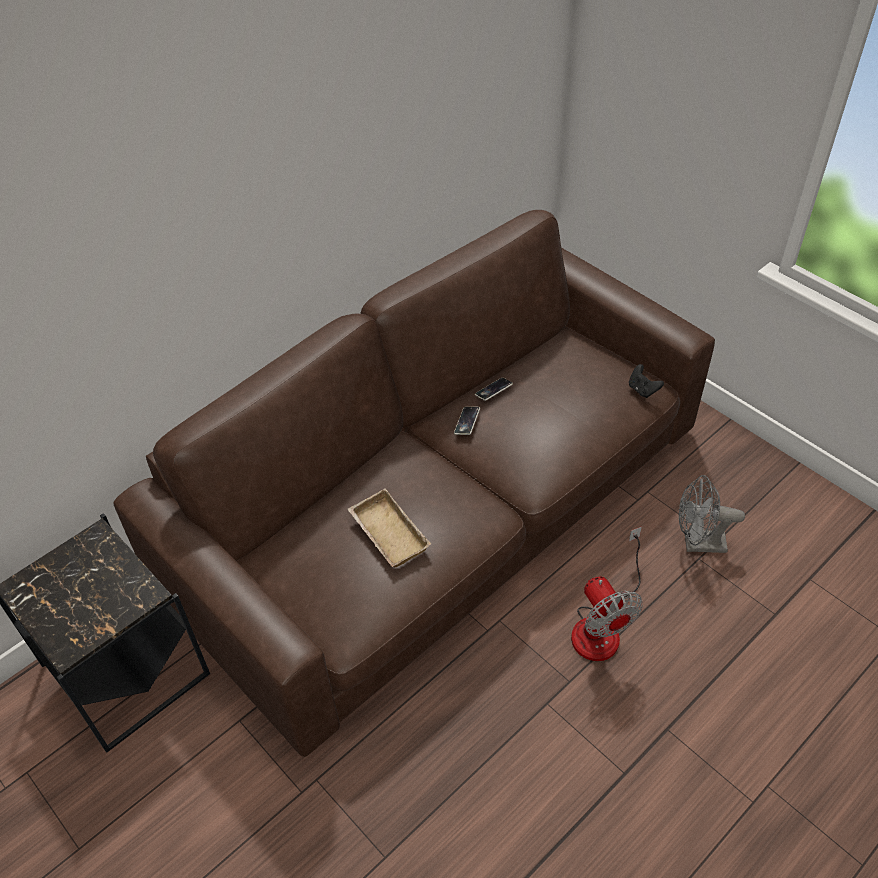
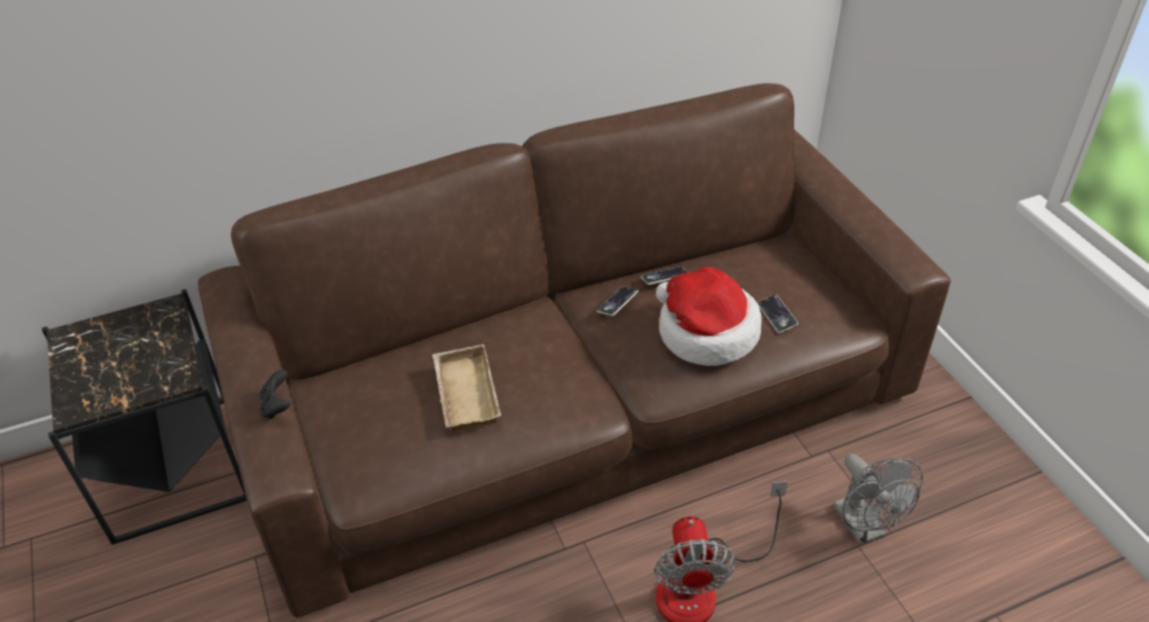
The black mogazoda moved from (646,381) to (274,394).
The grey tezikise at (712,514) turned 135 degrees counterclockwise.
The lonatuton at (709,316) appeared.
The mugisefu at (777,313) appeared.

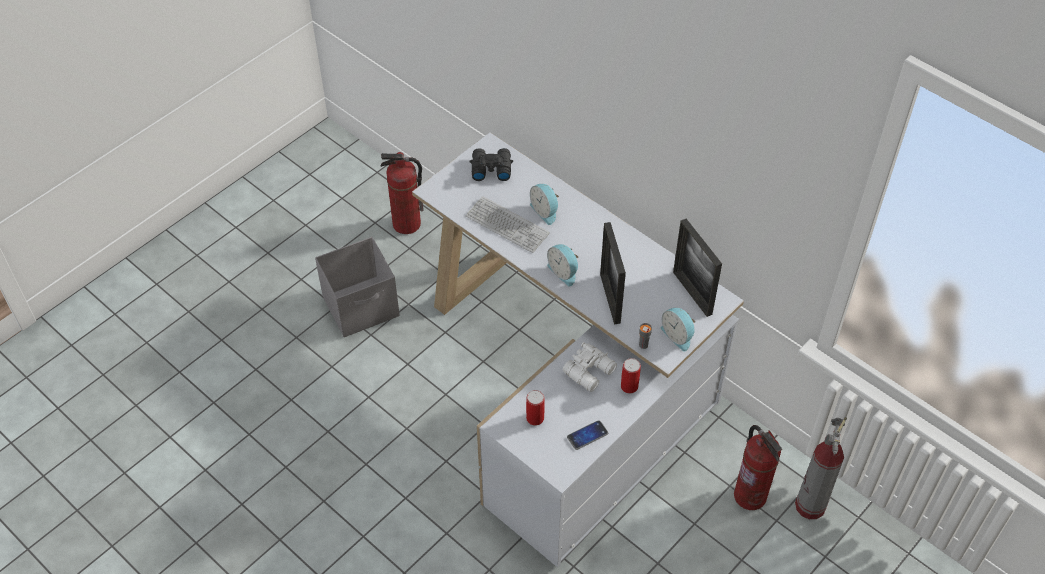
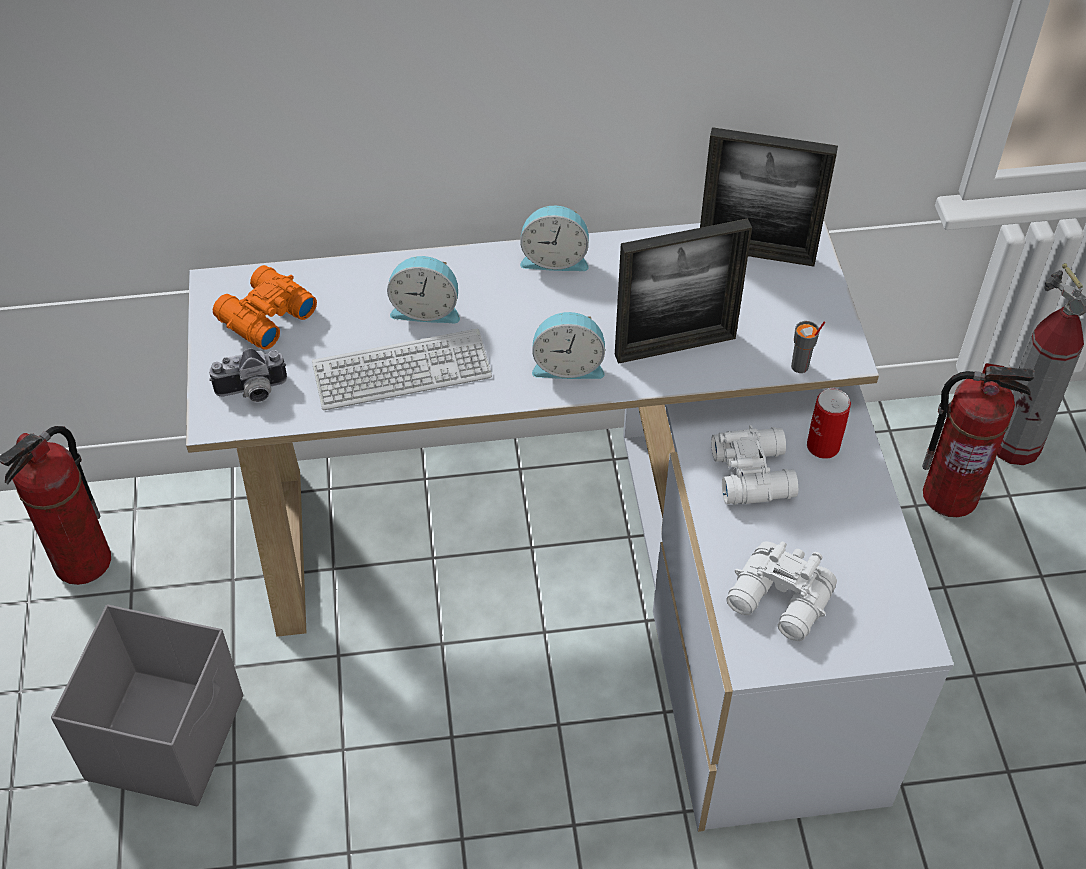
The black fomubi at (491,164) became the orange fomubi at (265,307).
The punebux at (613,273) turned 45 degrees counterclockwise.
The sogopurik moved from (678,330) to (554,238).
The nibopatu at (535,408) was replaced by the white fomubi at (781,591).
The mugisefu at (587,435) disappeared.
The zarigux at (248,375) appeared.

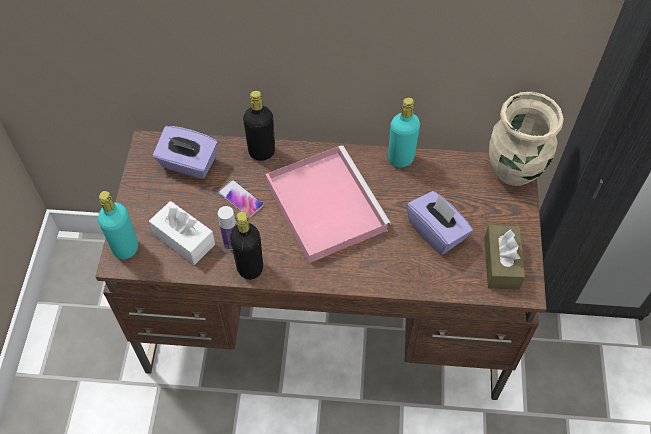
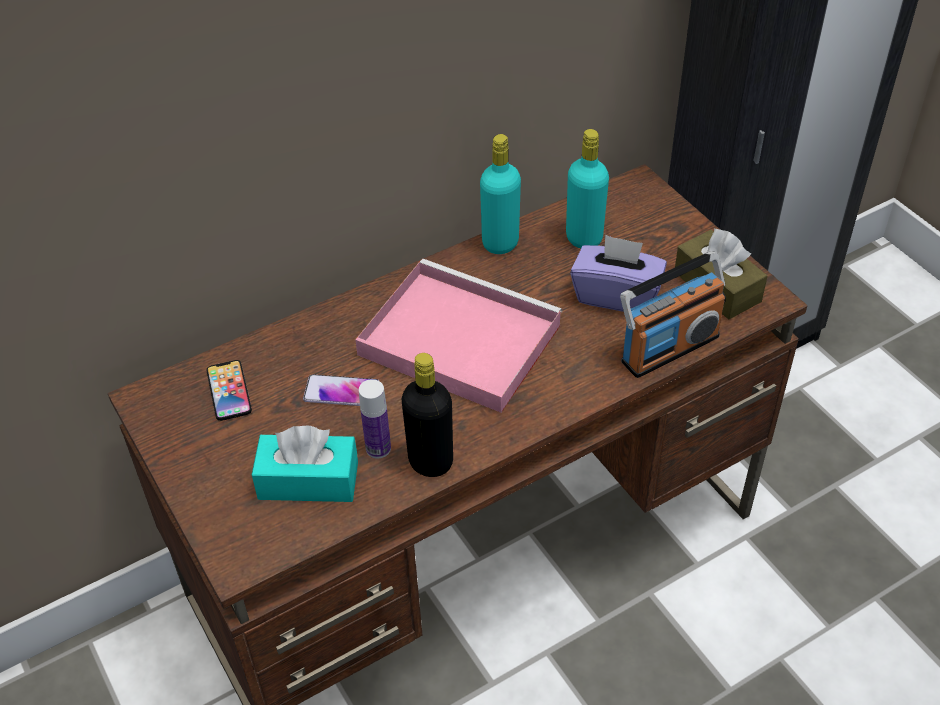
The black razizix at (259,125) disappeared.
The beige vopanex at (526,139) disappeared.
The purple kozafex at (185,152) was replaced by the mugisefu at (229,390).
The turquoise razizix moved from (118,225) to (587,188).
The white kozafex at (182,233) became the turquoise kozafex at (305,463).
The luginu at (673,314) appeared.

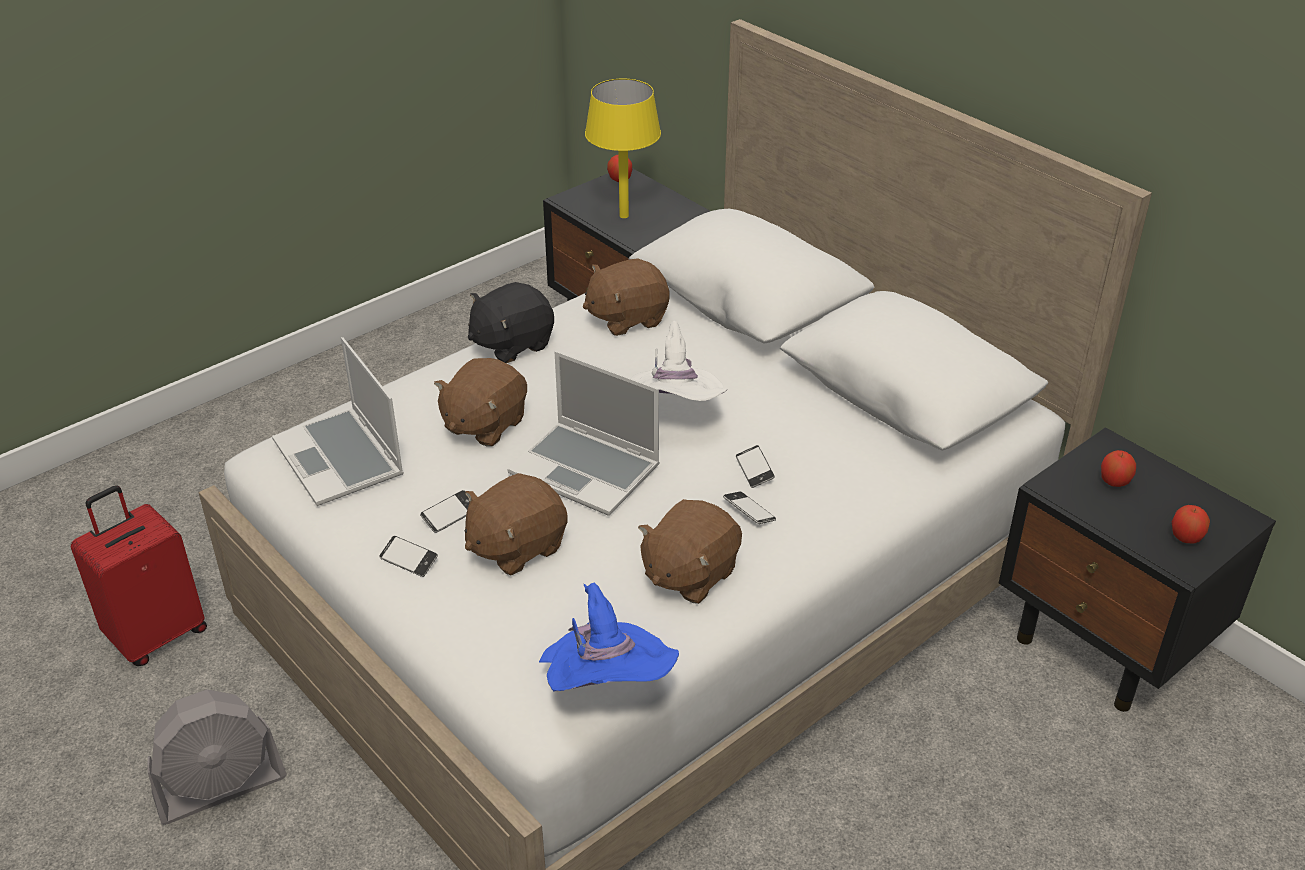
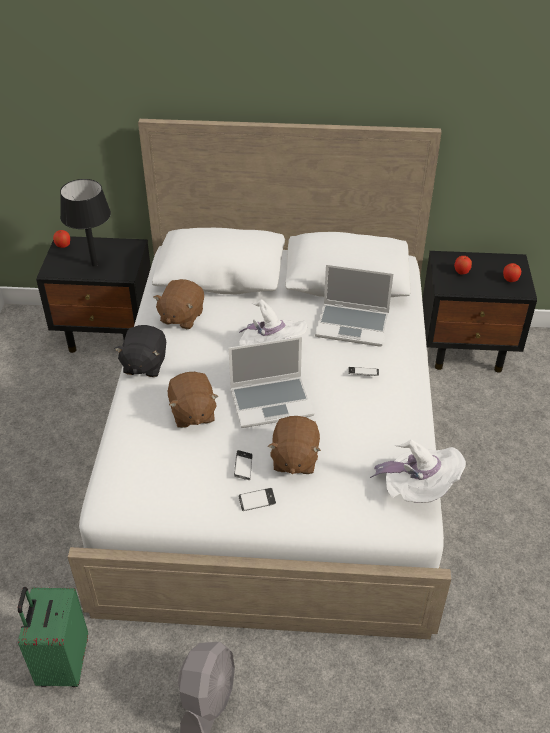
The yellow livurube at (623,148) became the black livurube at (85,223).
The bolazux moved from (338,421) to (354,305).
The mugisefu at (755,466) disappeared.
The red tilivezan at (139,575) became the green tilivezan at (53,637).
The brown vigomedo at (690,551) disappeared.
The blue lonatuton at (609,637) became the white lonatuton at (418,471).

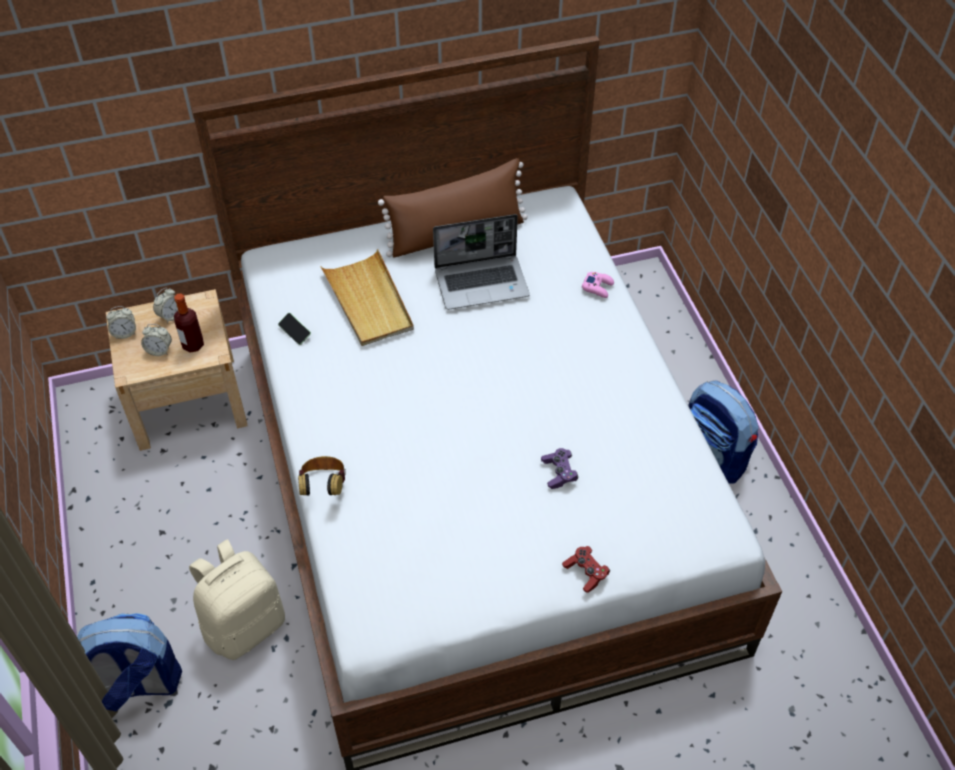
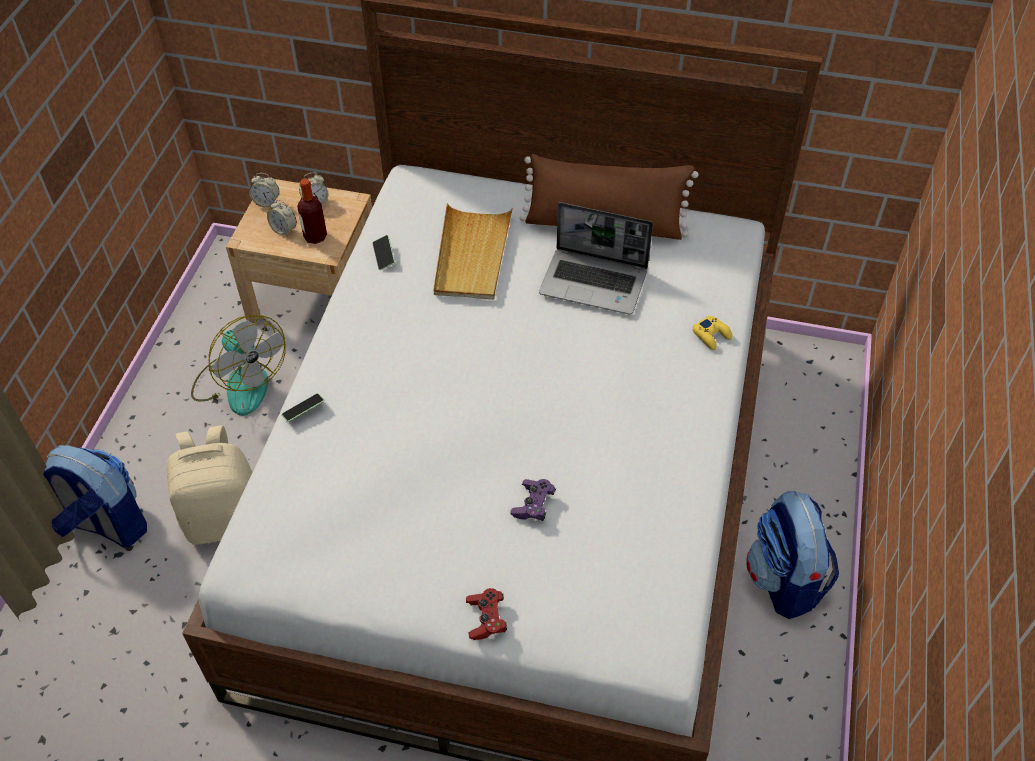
The pink mogazoda at (598,285) became the yellow mogazoda at (712,333).
The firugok at (322,476) was replaced by the mugisefu at (303,408).
The tezikise at (238,365) appeared.

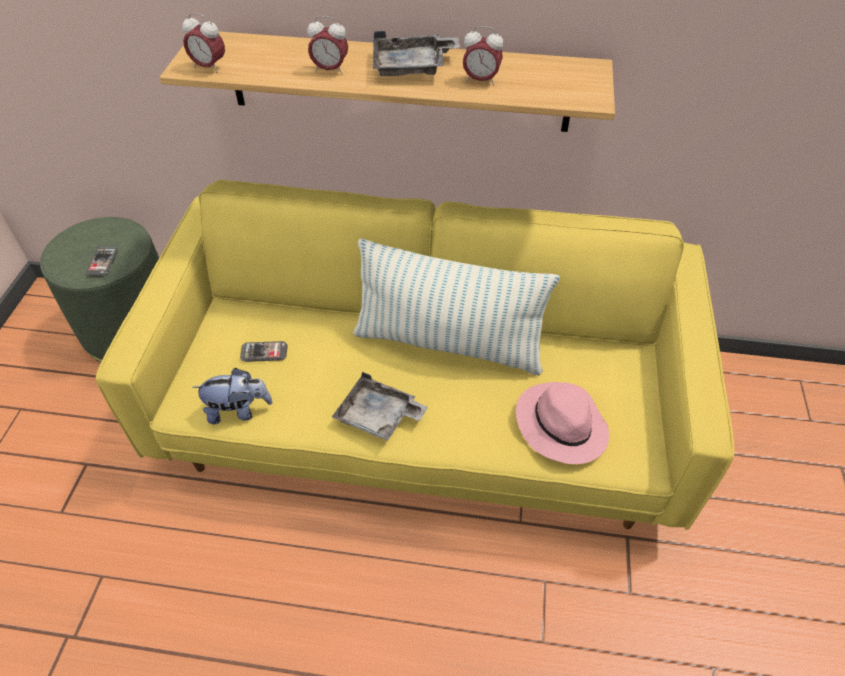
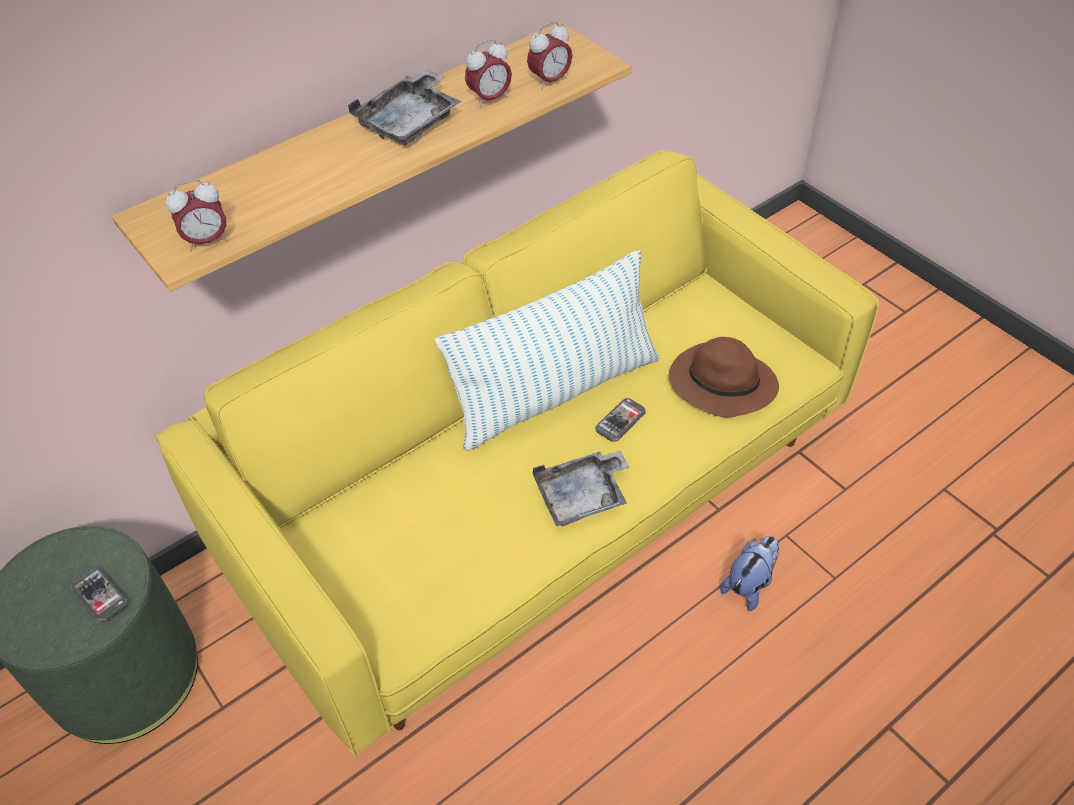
The sogopurik moved from (327,45) to (549,55).
The mugisefu moved from (263,351) to (620,420).
The vigomedo moved from (233,396) to (749,573).
The pink lonatuton at (562,423) became the brown lonatuton at (724,377).

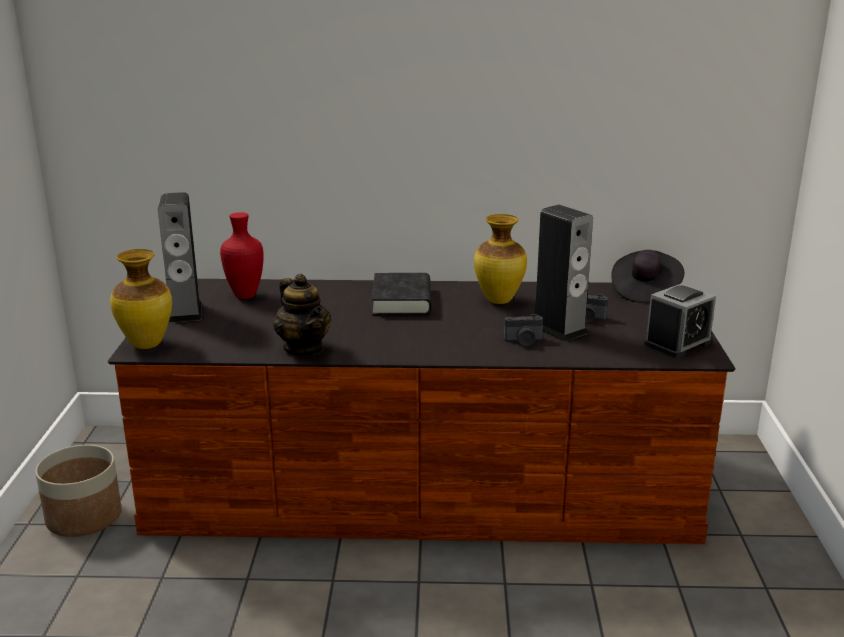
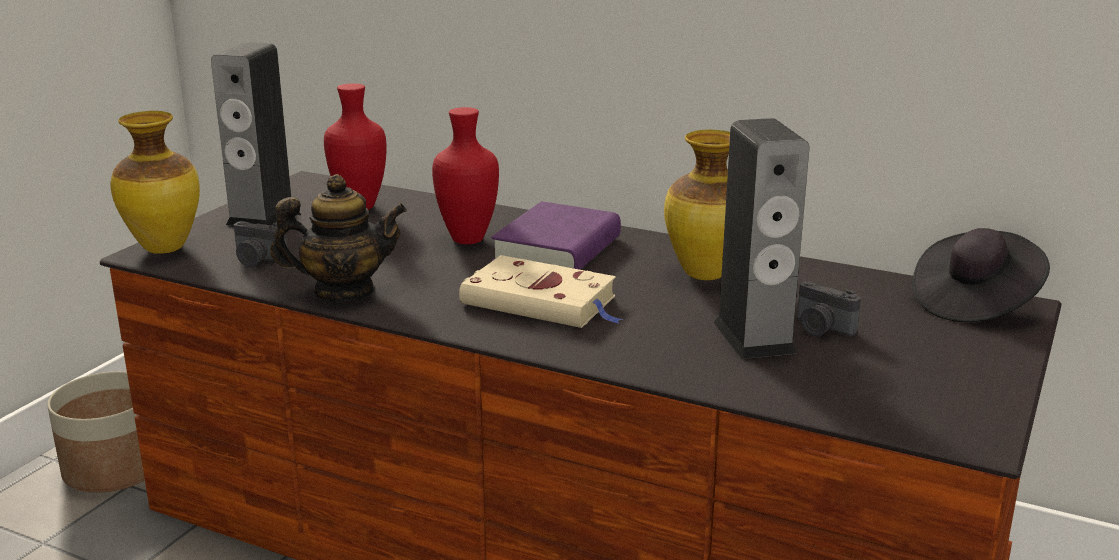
The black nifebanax at (401,294) became the purple nifebanax at (556,235).
The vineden at (302,315) turned 90 degrees counterclockwise.
The sogopurik at (680,321) disappeared.
The zarigux moved from (523,330) to (260,244).
The red vopanex at (465,175) appeared.
The beige nifebanax at (541,291) appeared.

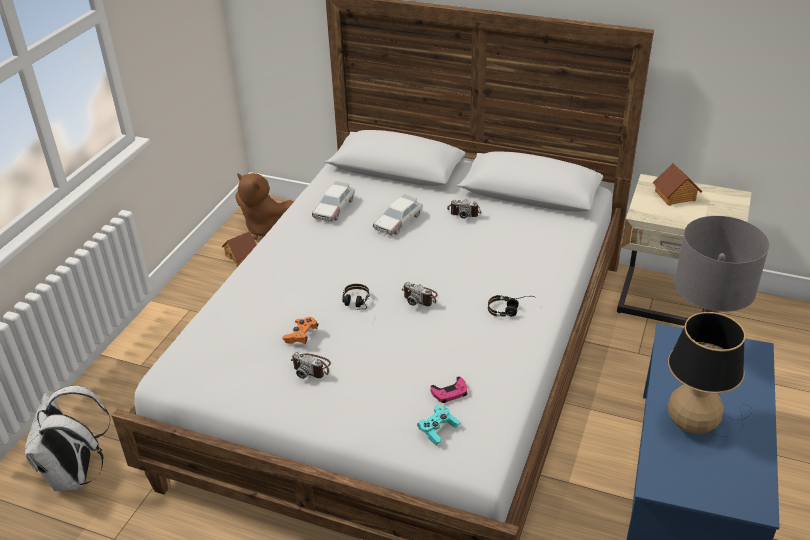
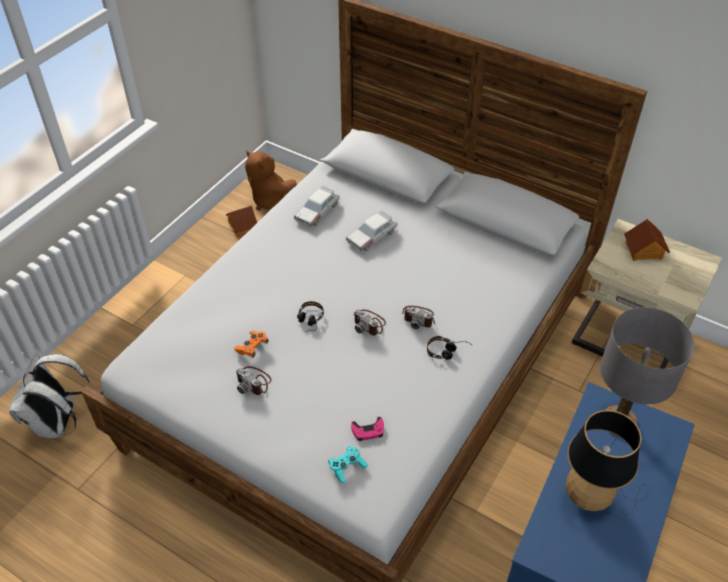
The zarigux moved from (464,209) to (418,317).

